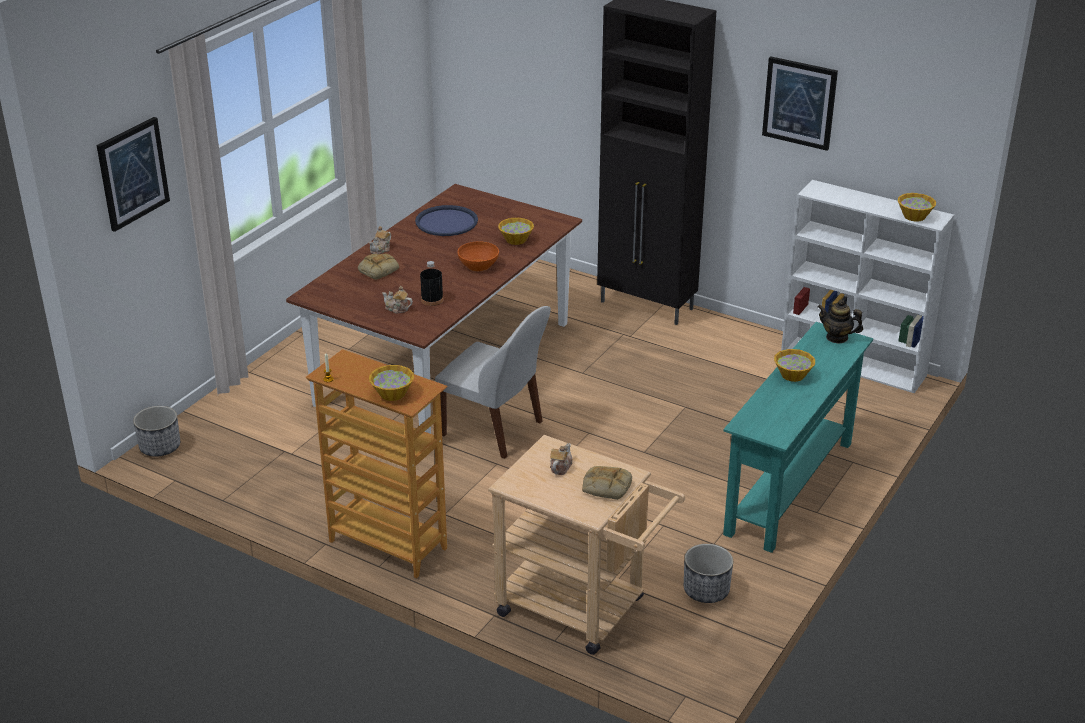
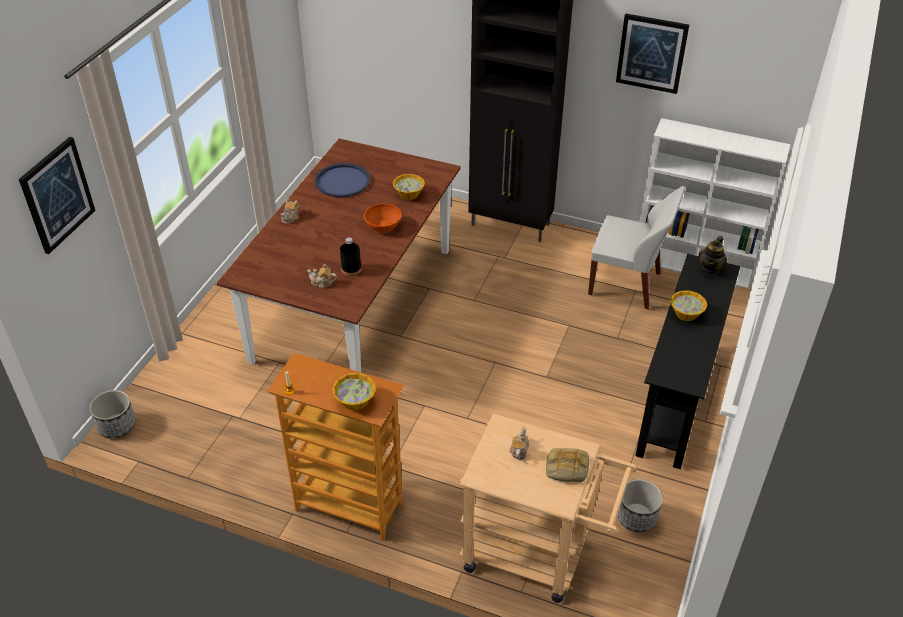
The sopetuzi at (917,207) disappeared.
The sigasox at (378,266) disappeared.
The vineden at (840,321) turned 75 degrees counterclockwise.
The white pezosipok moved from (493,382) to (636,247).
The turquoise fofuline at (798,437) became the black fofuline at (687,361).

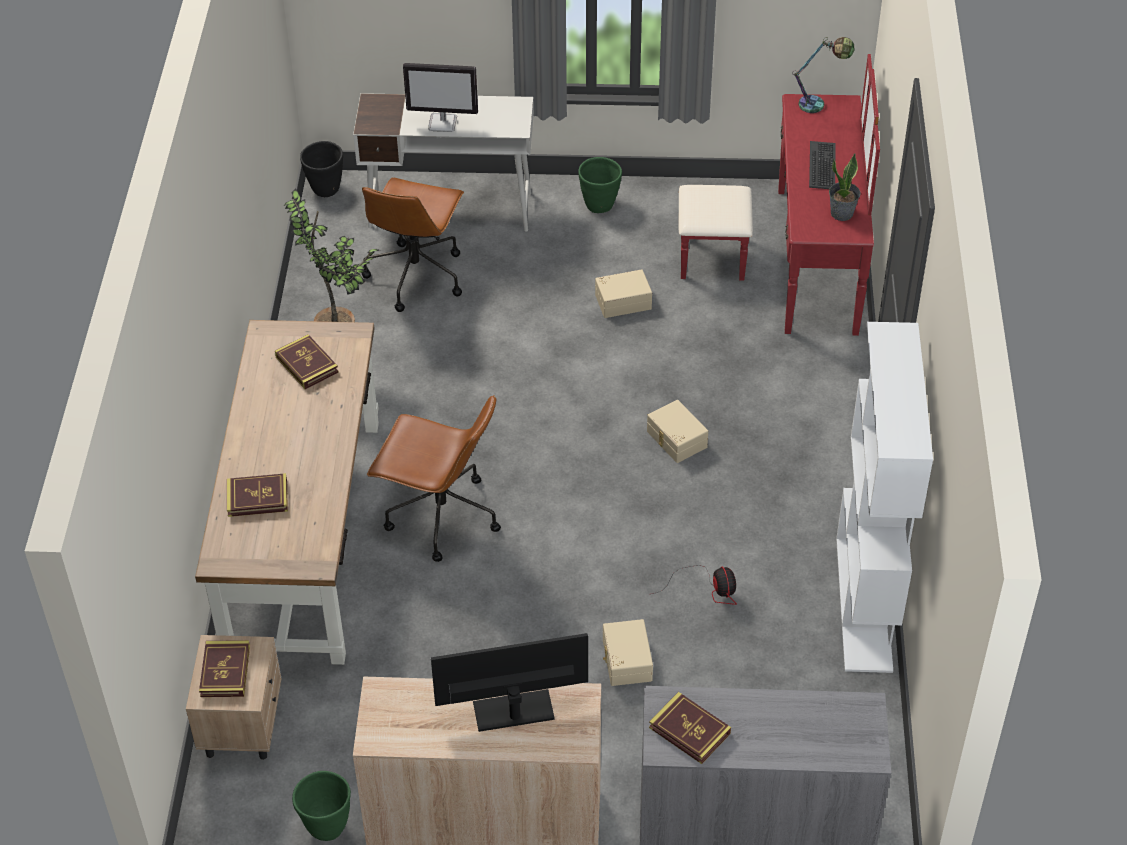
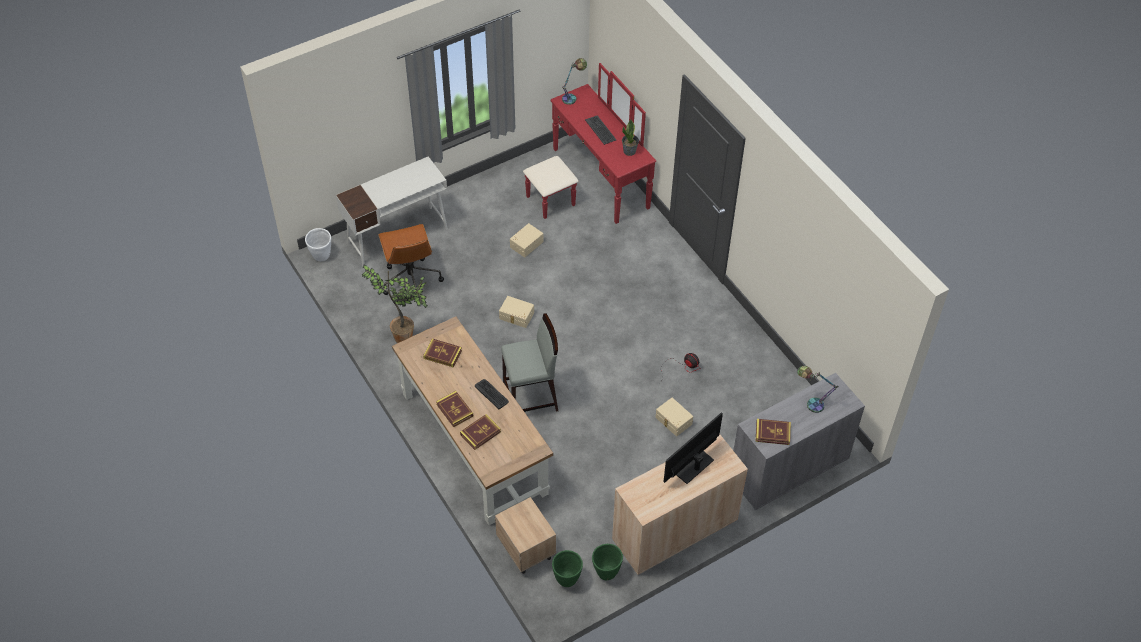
The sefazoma at (440,97) disappeared.
The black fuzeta at (321,169) became the white fuzeta at (318,244).
The green fuzeta moved from (600,185) to (567,568).
The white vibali at (884,497) disappeared.
The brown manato at (434,478) was replaced by the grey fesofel at (529,362).
The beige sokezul moved from (677,431) to (516,312).
The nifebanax moved from (224,668) to (454,409).
The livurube at (817,389) appeared.
The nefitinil at (492,394) appeared.

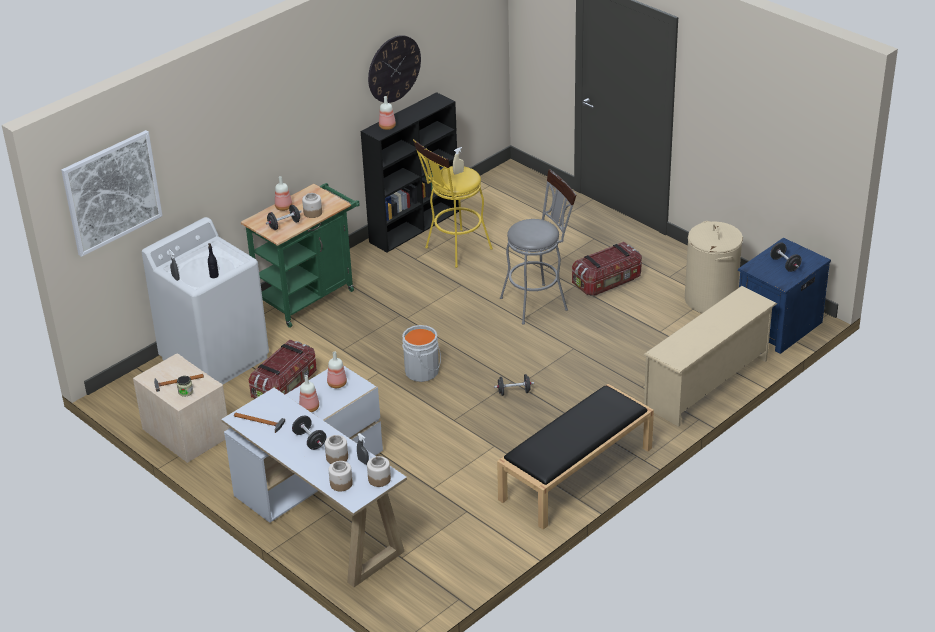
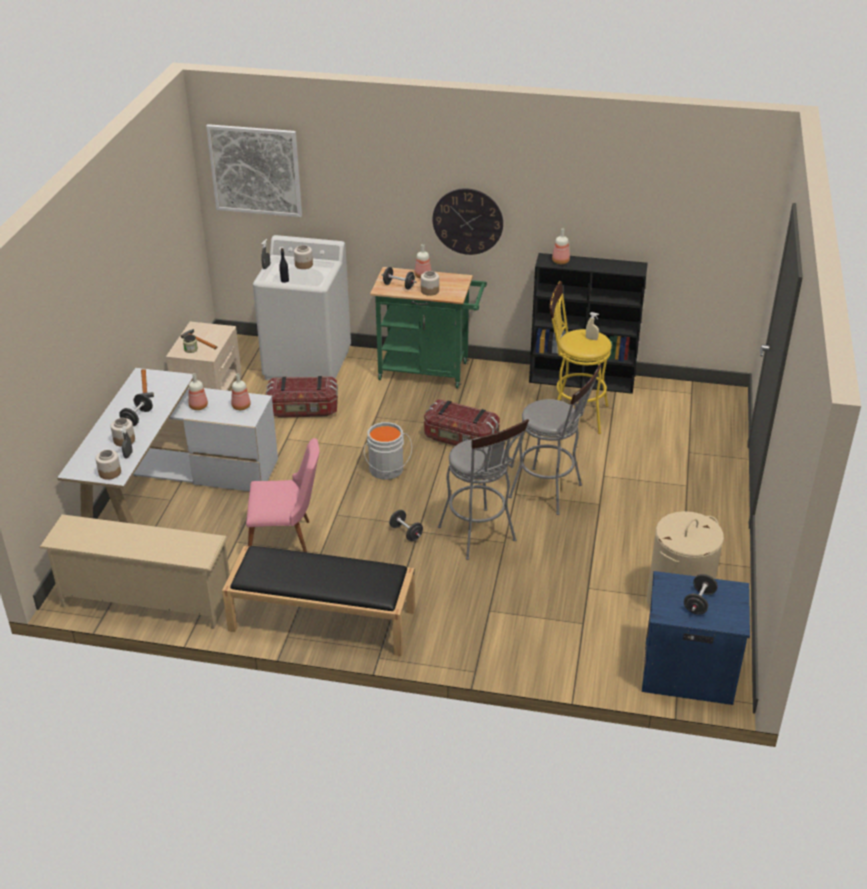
The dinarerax moved from (394,69) to (468,221).
The sokezul moved from (607,269) to (462,422).
The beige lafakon moved from (710,356) to (134,571).
The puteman moved from (341,476) to (303,257).
The grey fesofel at (483,489) appeared.
The pink pezosipok at (283,495) appeared.

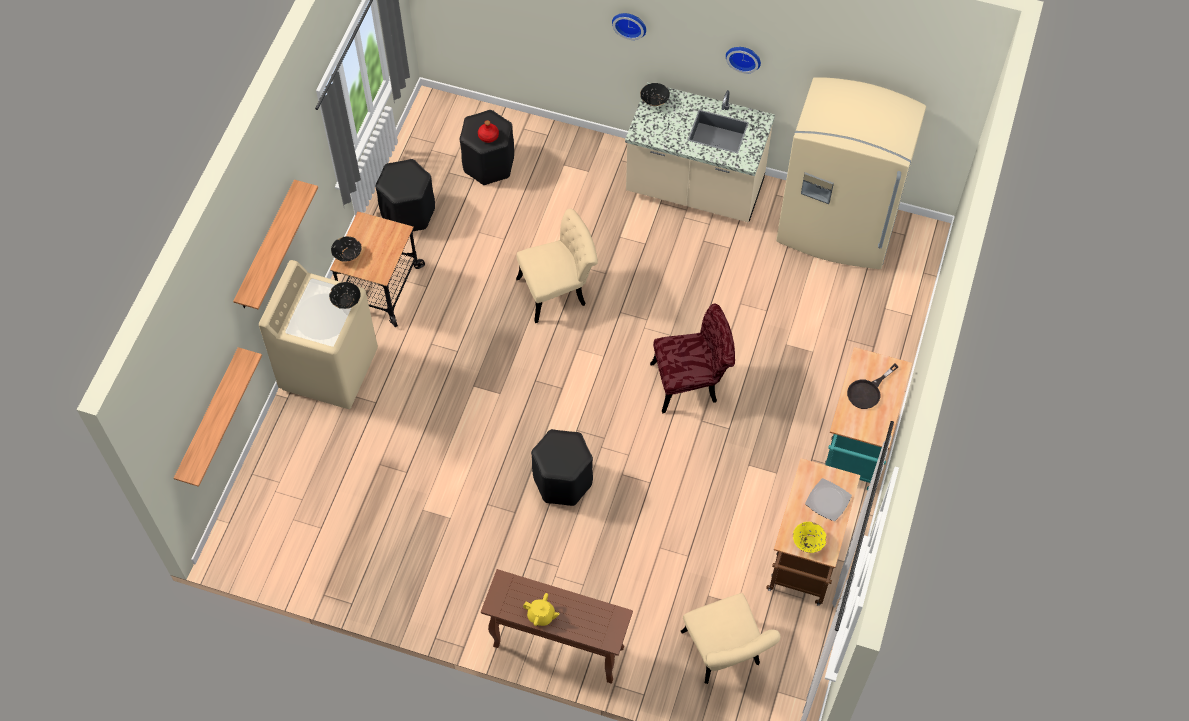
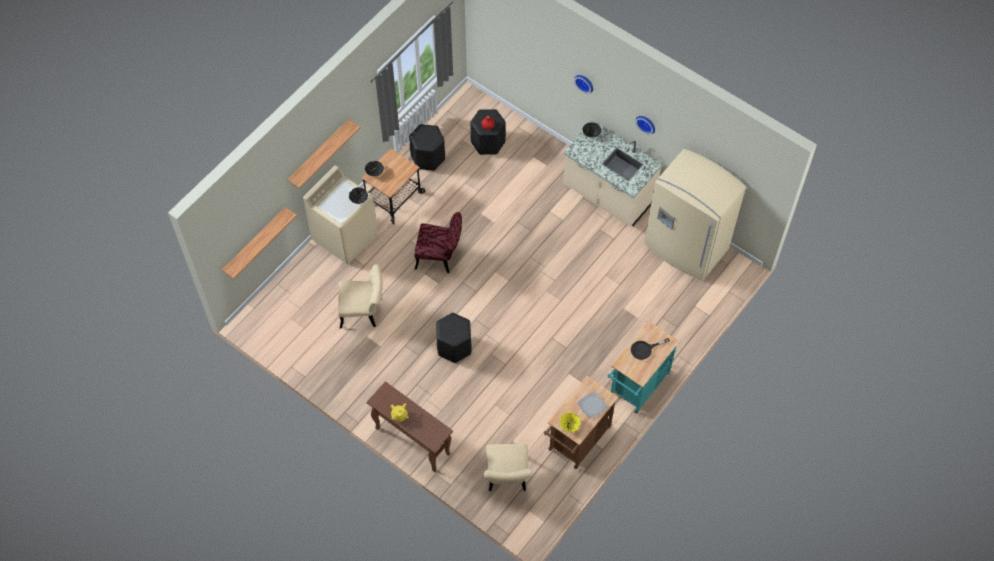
The beige pezosipok moved from (557,266) to (360,296).
The red pezosipok moved from (692,358) to (438,242).

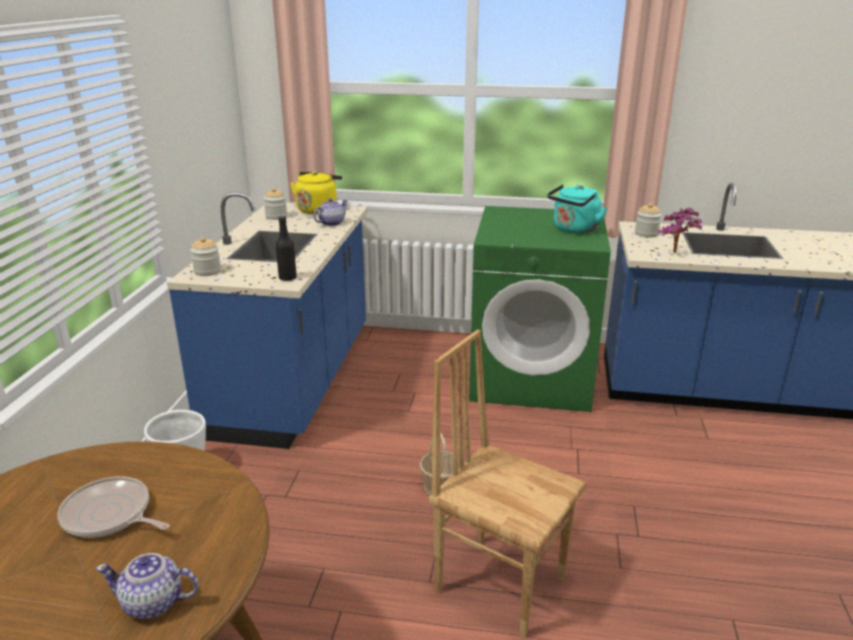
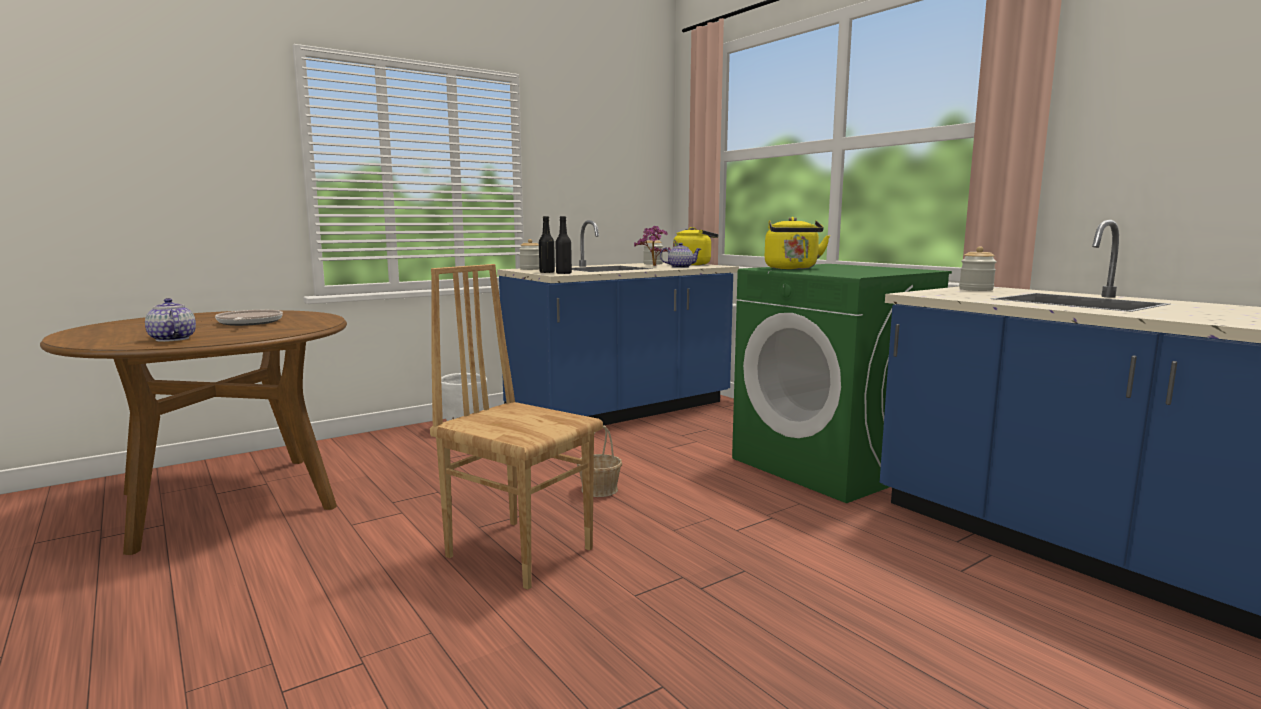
The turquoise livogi at (577,208) disappeared.
The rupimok moved from (680,230) to (652,246).
The brown pezosipok at (507,483) turned 45 degrees counterclockwise.
The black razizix at (547,244) appeared.
The yellow livogi at (797,243) appeared.

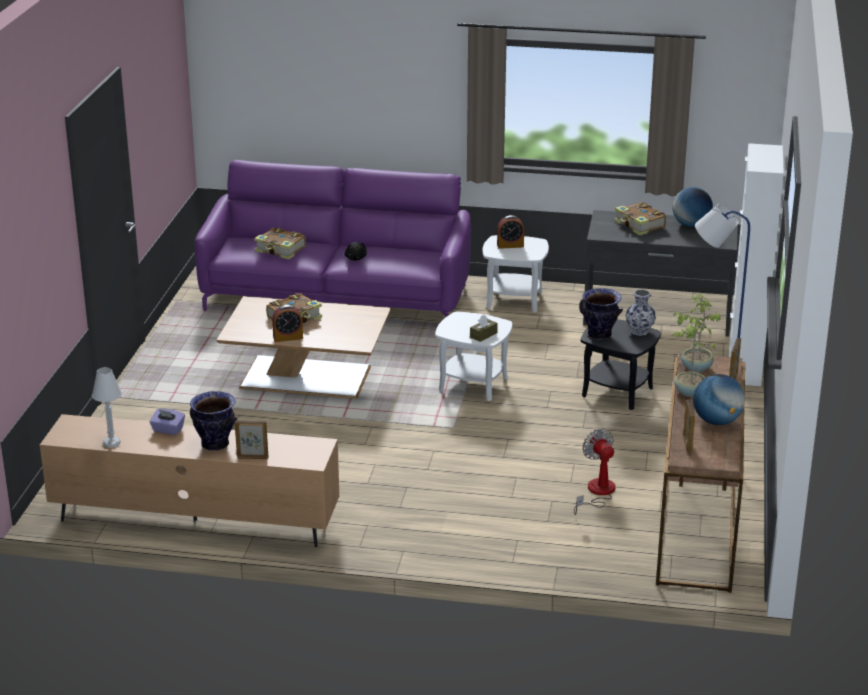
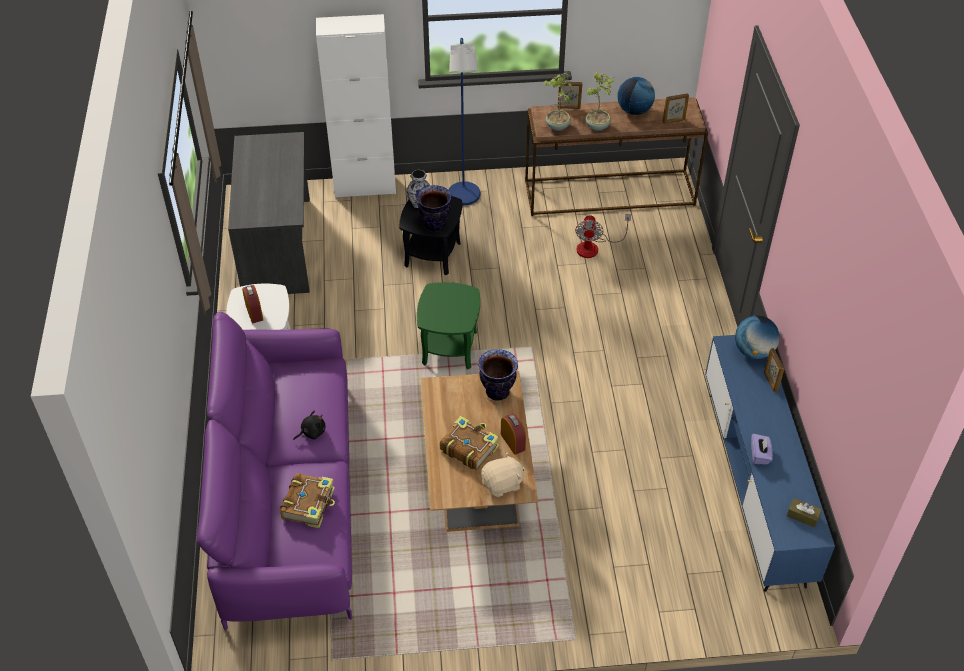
The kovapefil moved from (693,207) to (757,337).
The nifebanax at (640,218) disappeared.
The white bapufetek at (474,356) became the green bapufetek at (448,326).
The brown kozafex moved from (484,328) to (804,513).
The white livurube at (107,407) disappeared.
The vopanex moved from (213,421) to (498,375).
The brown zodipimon at (189,480) became the blue zodipimon at (770,463).
The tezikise at (594,471) turned 45 degrees counterclockwise.
The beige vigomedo at (503,474) appeared.

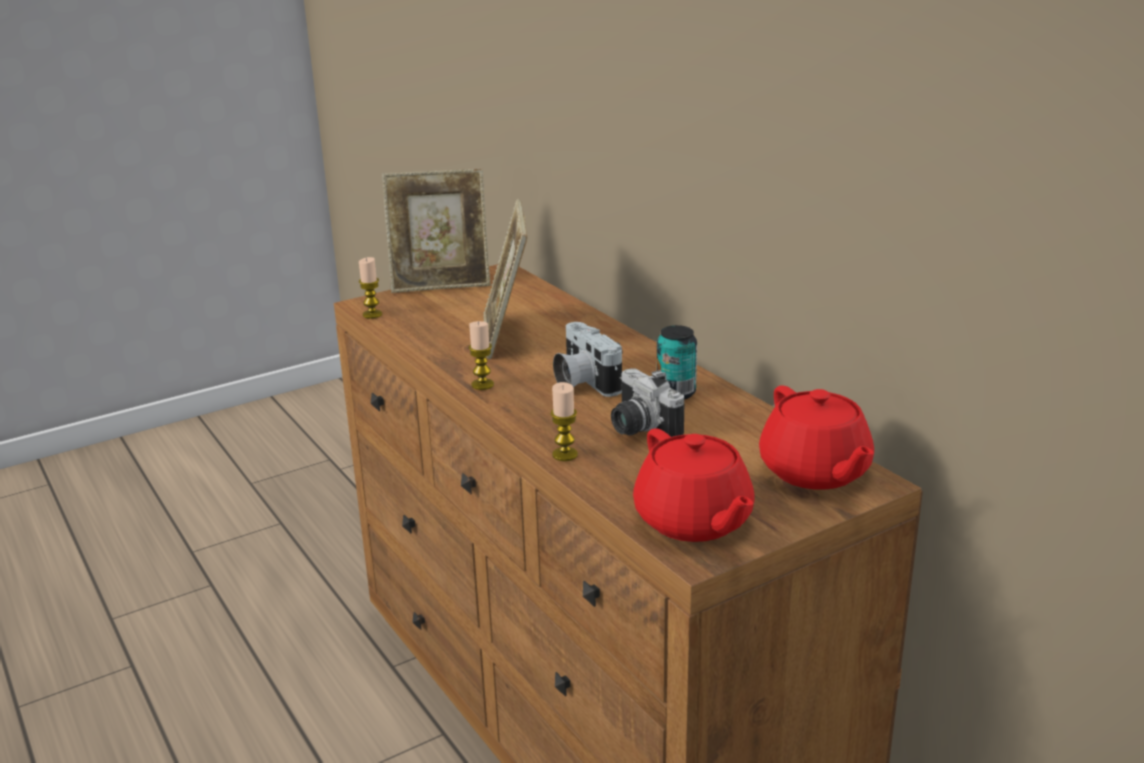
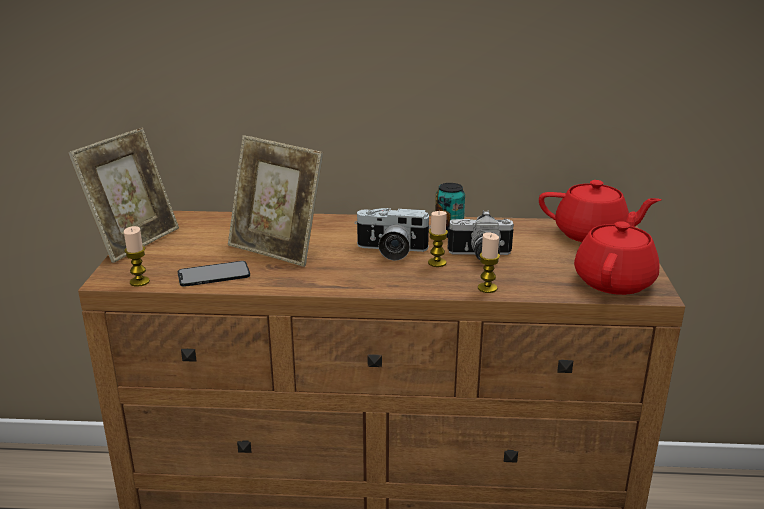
The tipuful moved from (481,355) to (438,239).
The red vineden at (694,485) turned 75 degrees counterclockwise.
The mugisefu at (214,274) appeared.

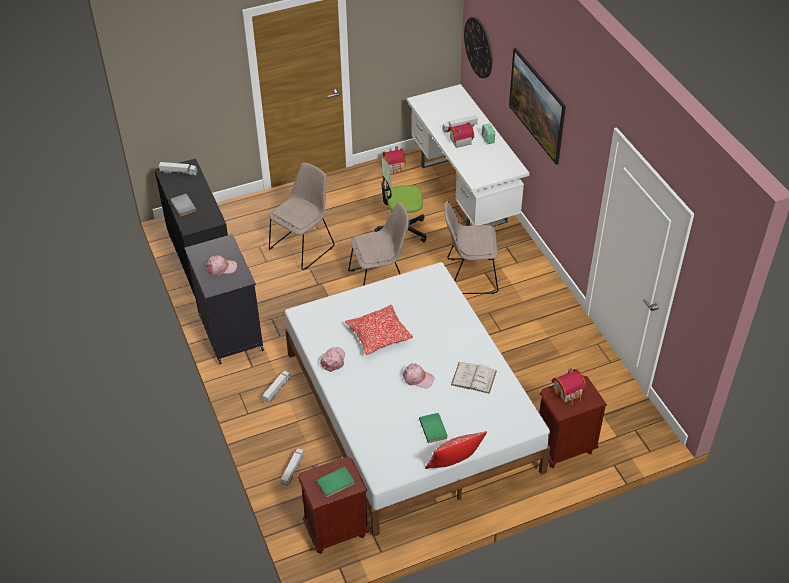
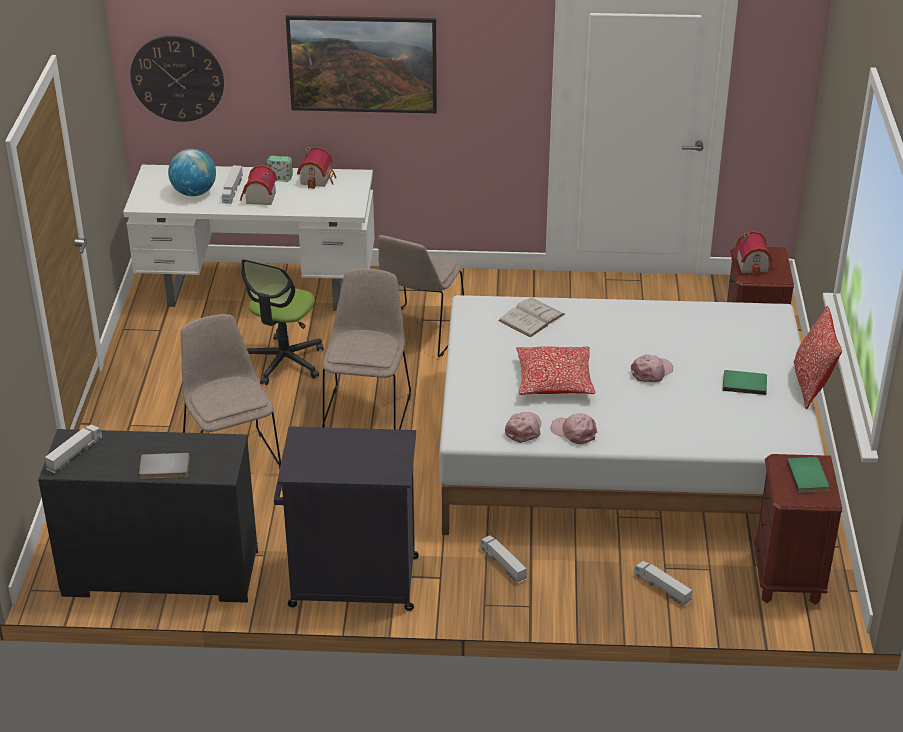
The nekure moved from (394,160) to (316,168).
The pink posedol moved from (221,265) to (523,427).
The white nifebanax moved from (474,378) to (531,318).
The kovapefil at (192,172) appeared.

